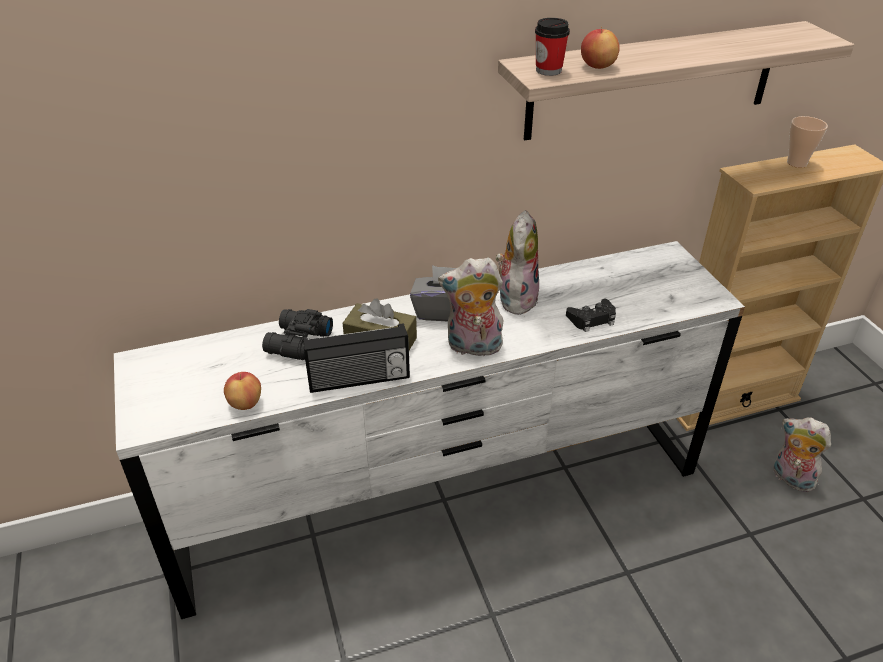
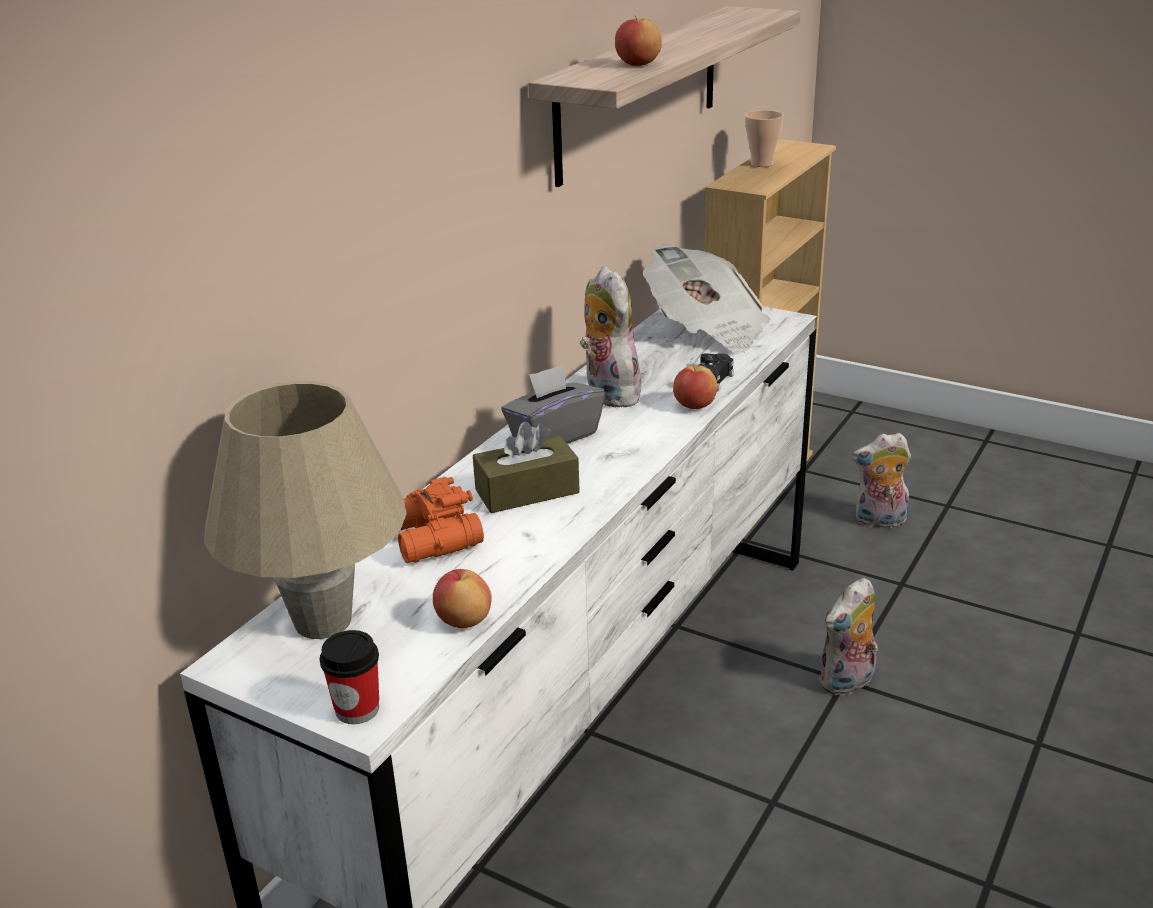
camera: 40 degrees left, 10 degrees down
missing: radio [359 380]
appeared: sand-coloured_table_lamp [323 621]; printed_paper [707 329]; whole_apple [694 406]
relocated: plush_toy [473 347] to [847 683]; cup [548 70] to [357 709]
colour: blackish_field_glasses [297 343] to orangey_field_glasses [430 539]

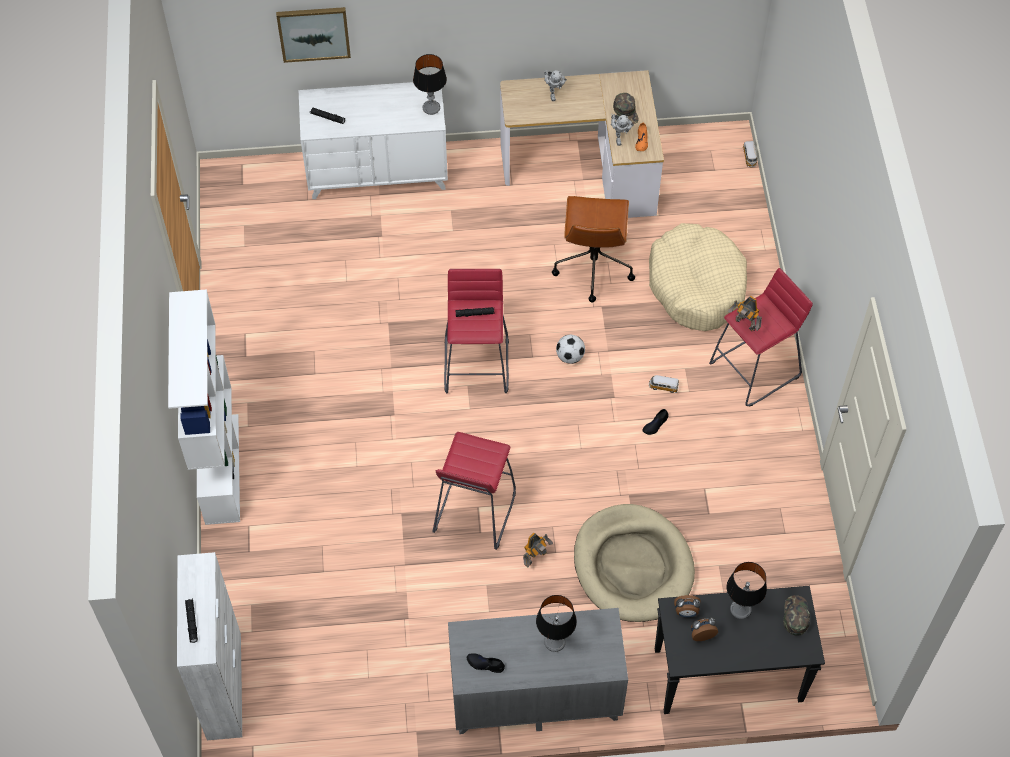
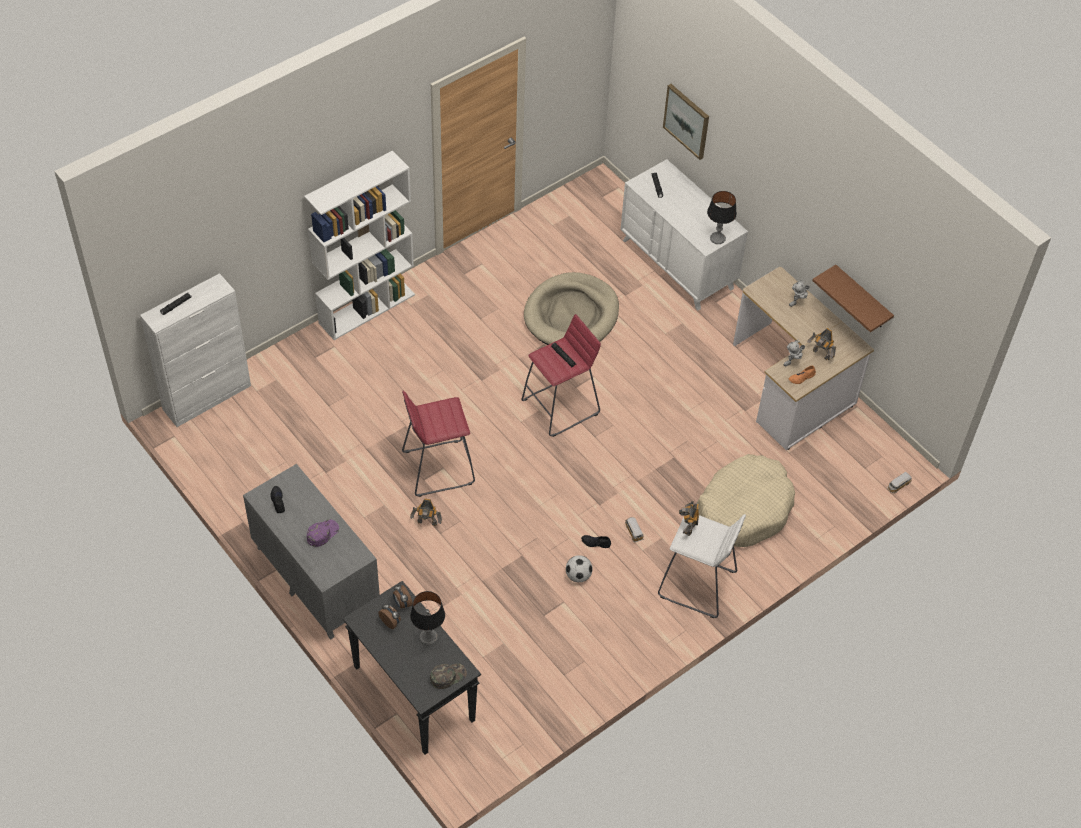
camera: 55 degrees right, 5 degrees down
missing: brown-coloured_office_chair [593 266]
appeared: brown-coloured_bracket_shelf [862 298]
relocated: football_ball [570 356] to [578 575]; sand-coloured_dog_cushion [632 566] to [571 315]
exchanged: table_lamp [554 642] to purple-coloured_baseball_cap [322 533]; green-coloured_baseball_cap [626 112] to model_robot [820 355]
colour: red-coloured_stool [755 369] to white_stool [697 585]

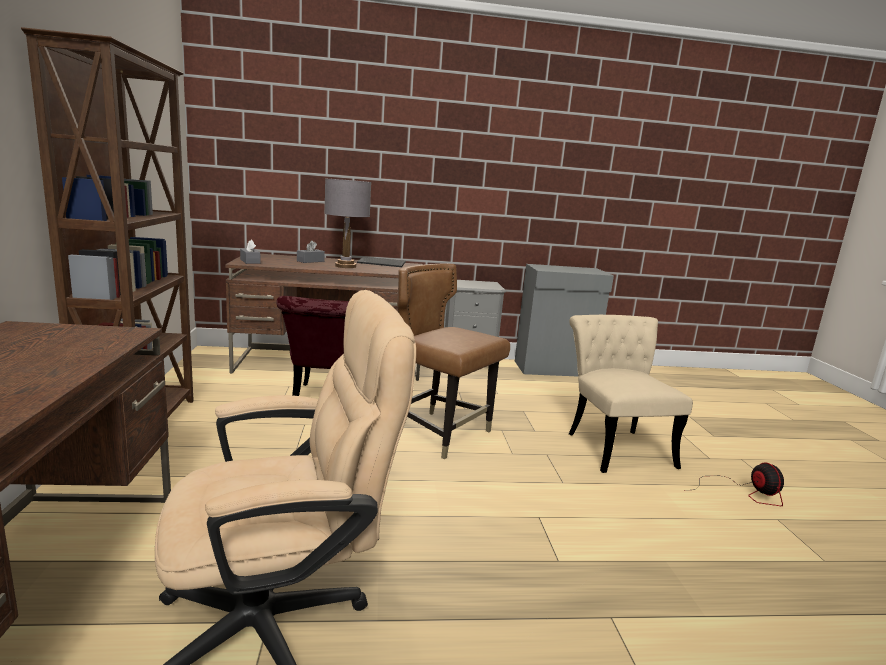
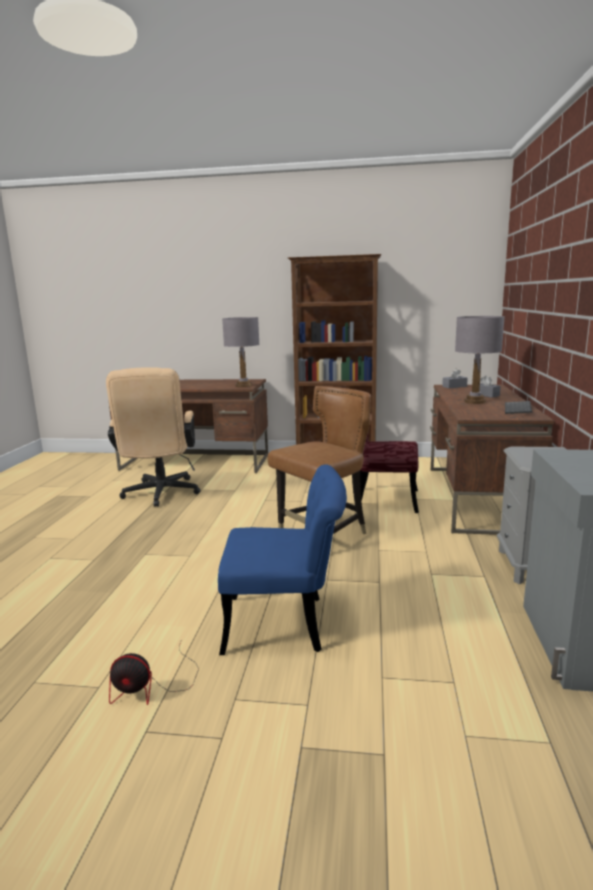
camera: 105 degrees right, 0 degrees up
appeared: gray_table_lamp [243 386]
colour: sand-coloured_plain_chair [613 445] to bluish_plain_chair [287 623]

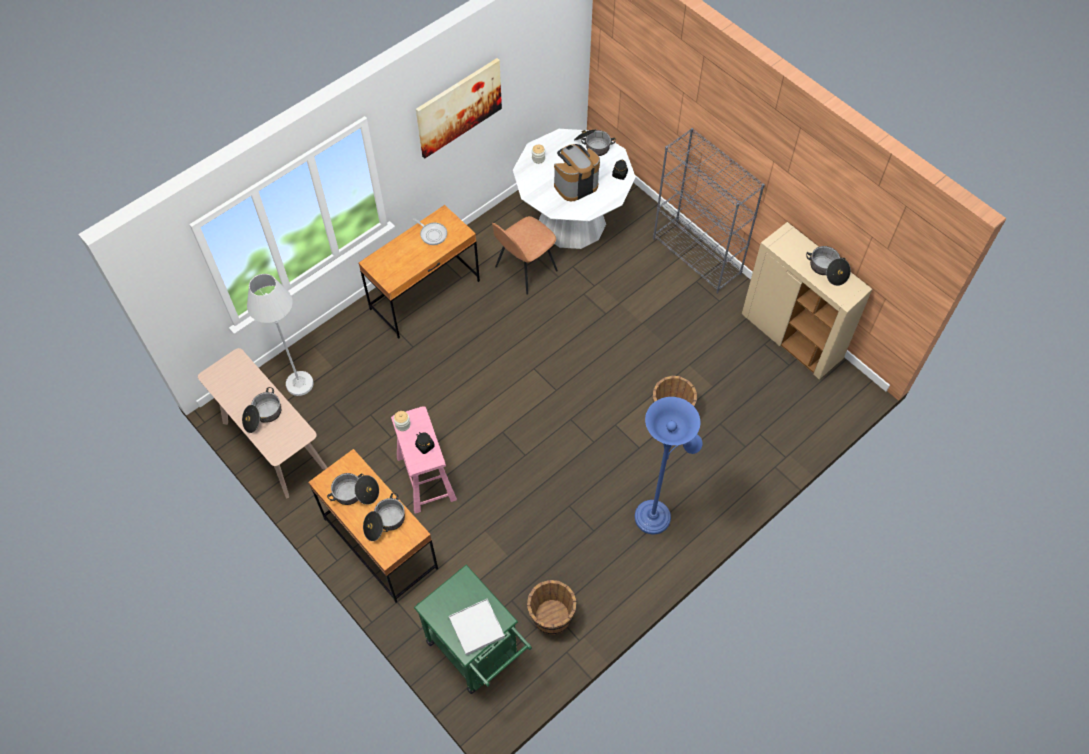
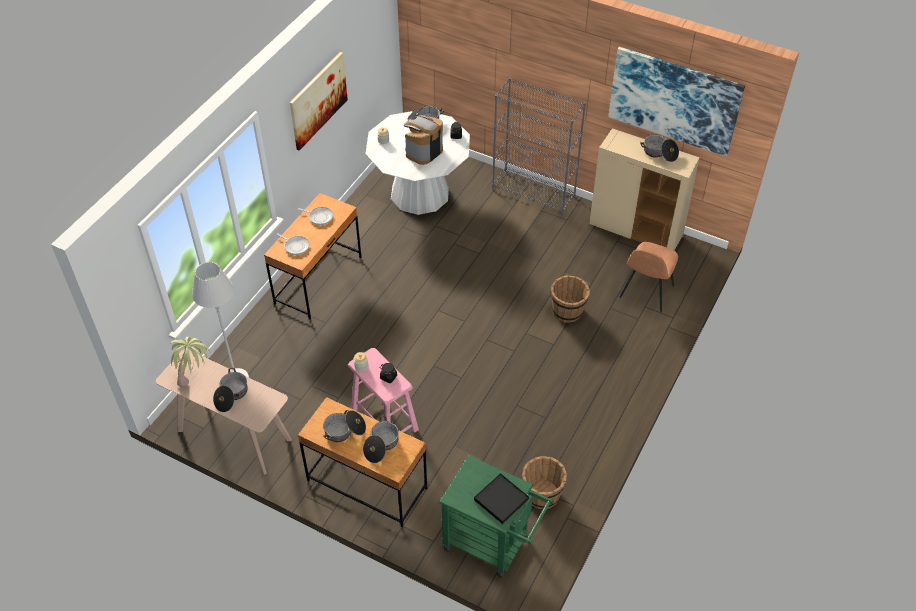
camera: 20 degrees left, 10 degrees down
missing: bluish_standing_lamp [656 514]
appeared: potted_plant [195 378]; pan [295 246]; wall_art [674 100]
relocated: brown-coloured_plain_chair [524 269] to [646 292]
colour: white_serving_tray [476 628] to blackish_serving_tray [501 500]

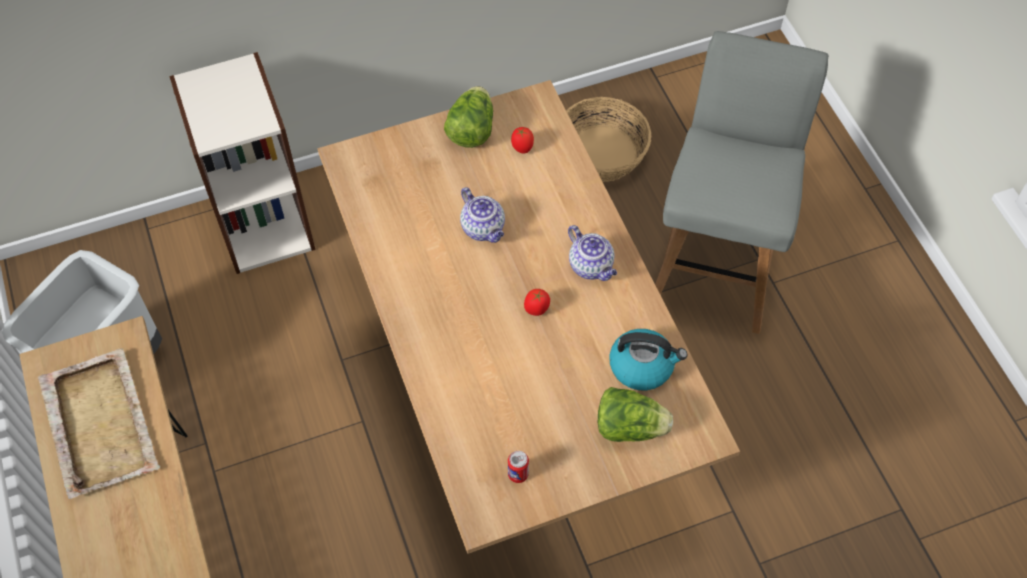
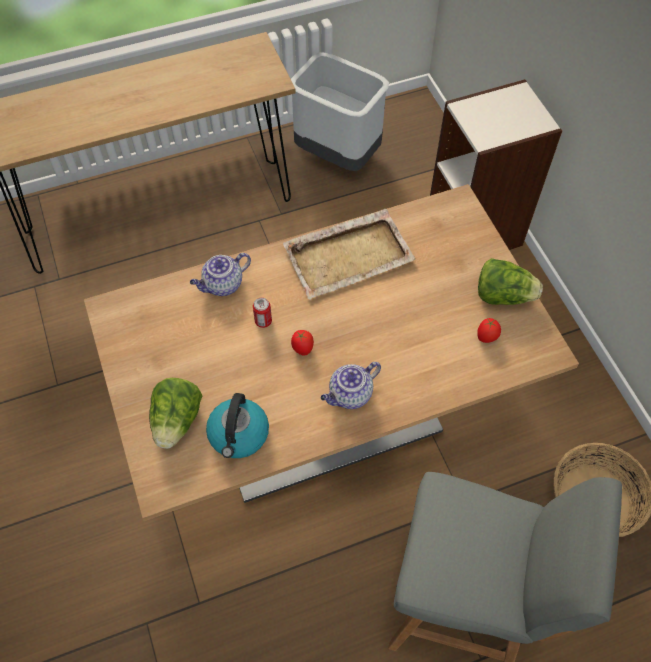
camera: 90 degrees right, 0 degrees up
relocated: sand-coloured_serving_tray [99 423] to [349 255]; pot_for_tea [484 228] to [222 285]; metal_can [518 474] to [263 321]

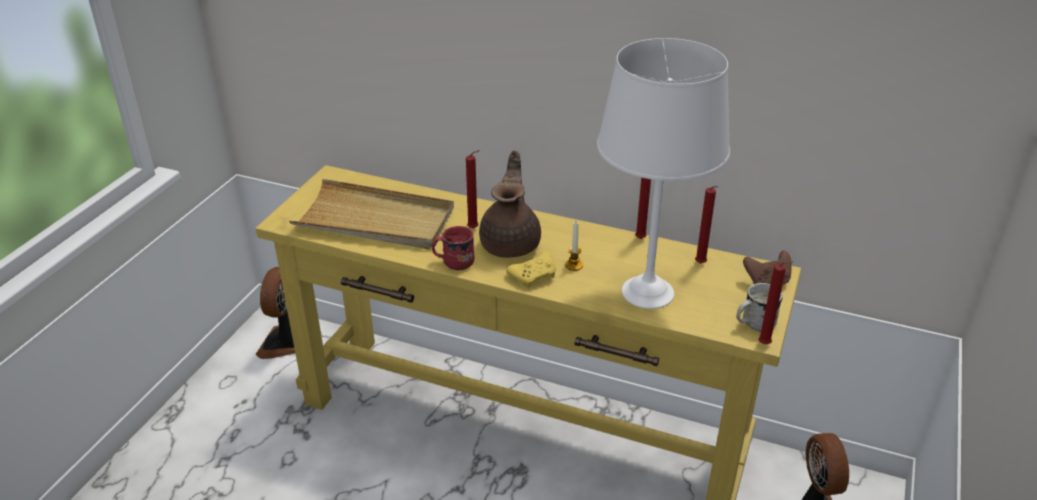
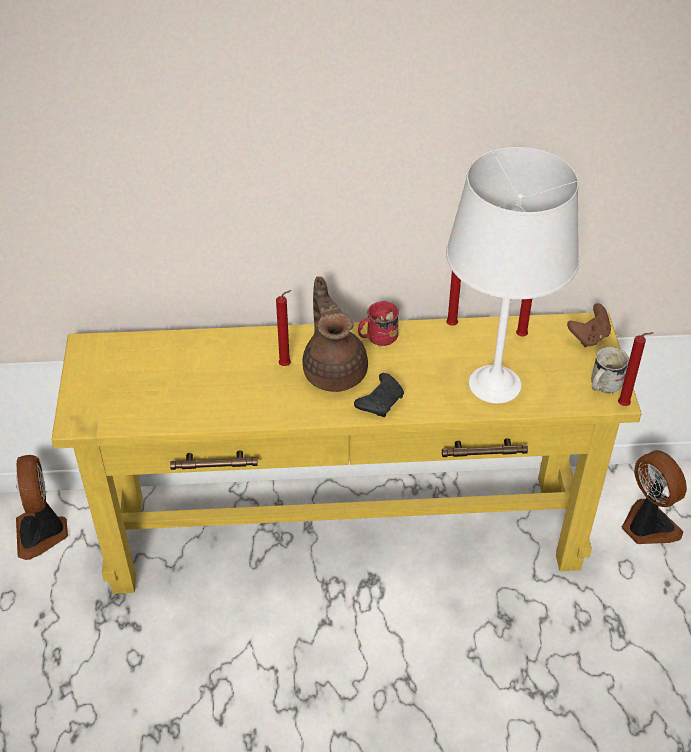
camera: 25 degrees left, 10 degrees up
missing: sand-coloured_serving_tray [375 220]; wax_light [574 265]
relocated: red-coloured_coffee_mug [453 261] to [377 337]
colour: yellow-coloured_game_controller [534 276] to blackish_game_controller [381 401]

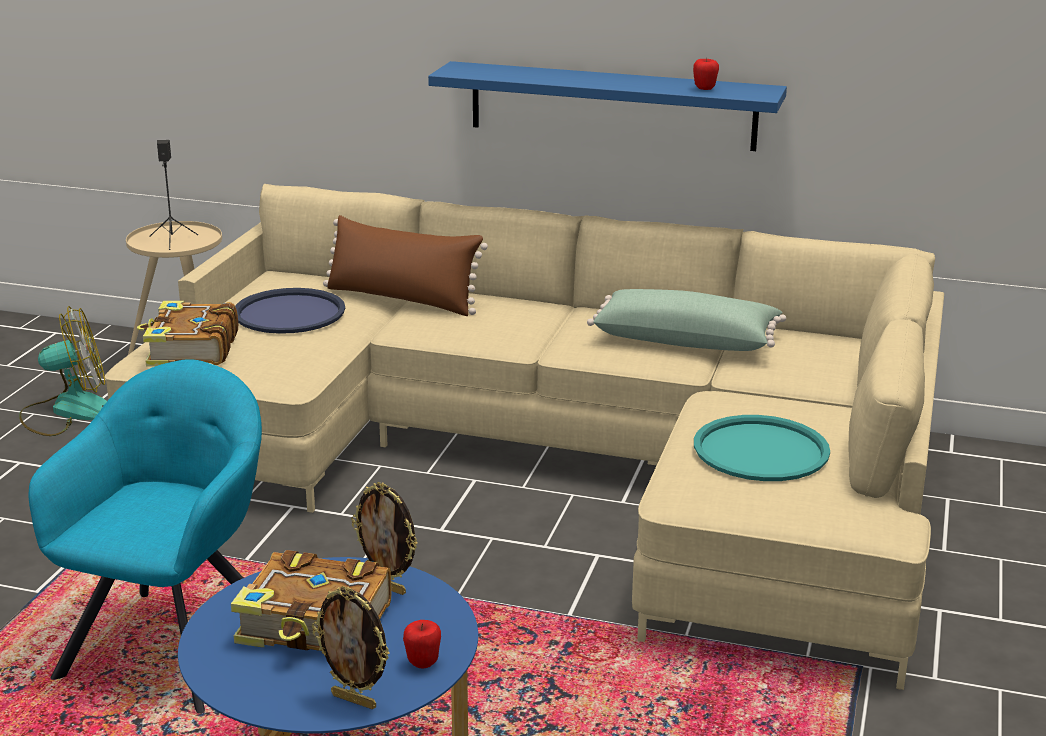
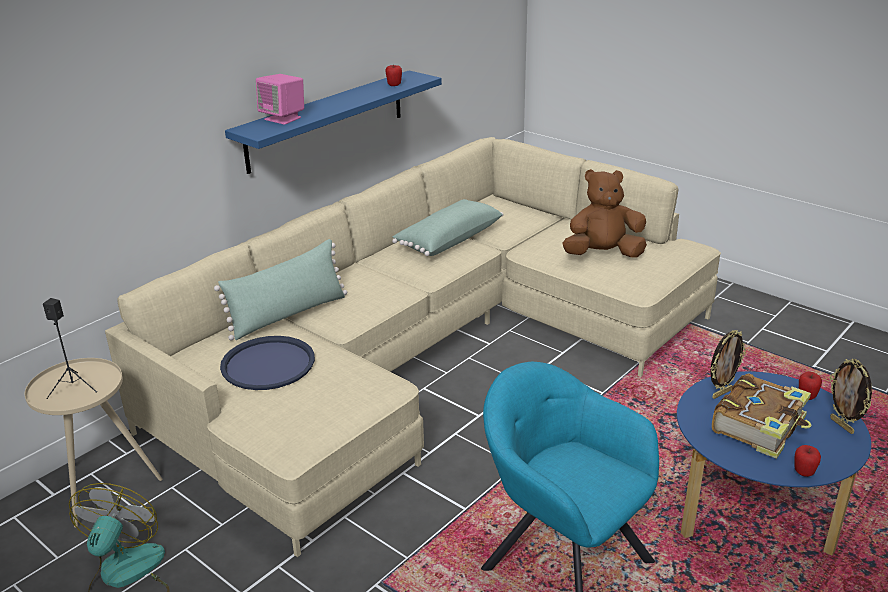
camera: 65 degrees left, 5 degrees up
missing: book [191 349]
appeared: pink_loudspeaker [283 118]; whole_apple [803 473]
exchanged: blue-green_serving_tray [761 450] to brown-coloured_plush_toy [603 254]
colour: brown-coloured_throw_pillow [402 299] to green-coloured_throw_pillow [288 315]
spun: picture_frame [355 700] = [842 425] 105 degrees clockwise

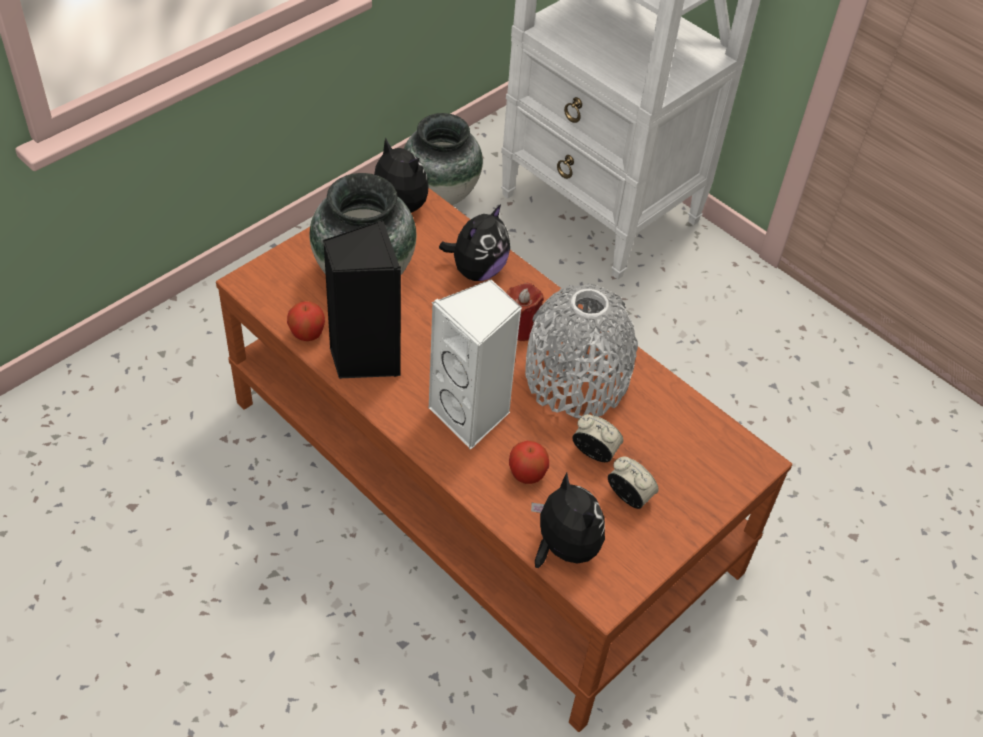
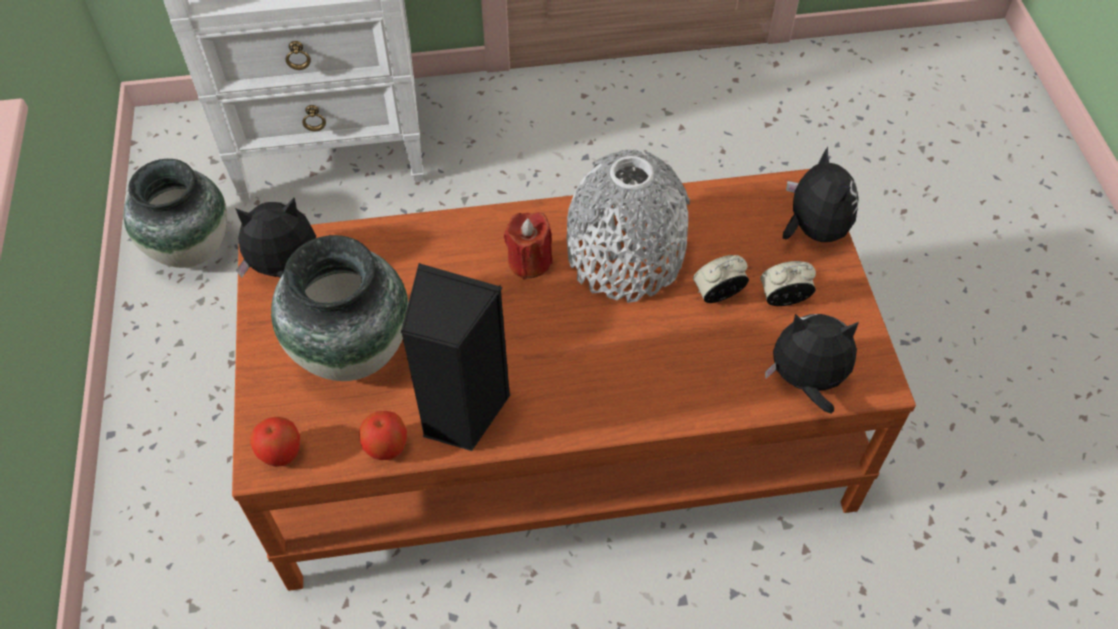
camera: 50 degrees left, 5 degrees up
missing: white_loudspeaker [472 415]
relocated: plush_toy [477 270] to [812 230]; whole_apple [527 474] to [281 453]

